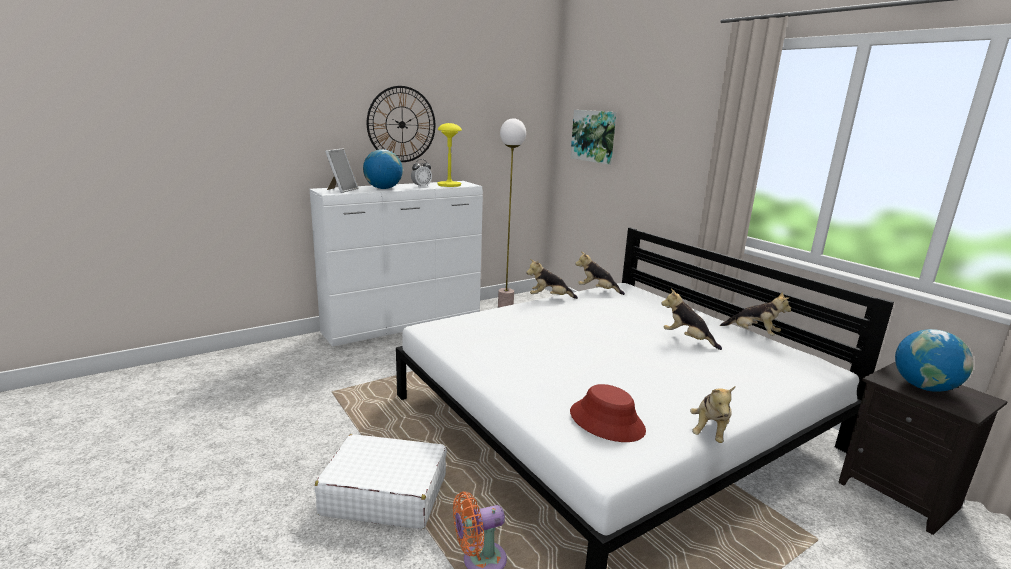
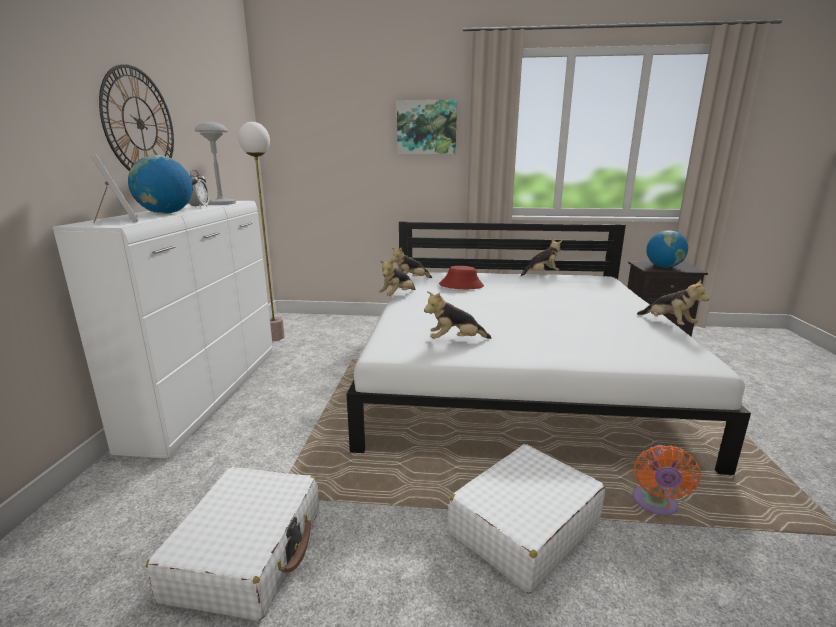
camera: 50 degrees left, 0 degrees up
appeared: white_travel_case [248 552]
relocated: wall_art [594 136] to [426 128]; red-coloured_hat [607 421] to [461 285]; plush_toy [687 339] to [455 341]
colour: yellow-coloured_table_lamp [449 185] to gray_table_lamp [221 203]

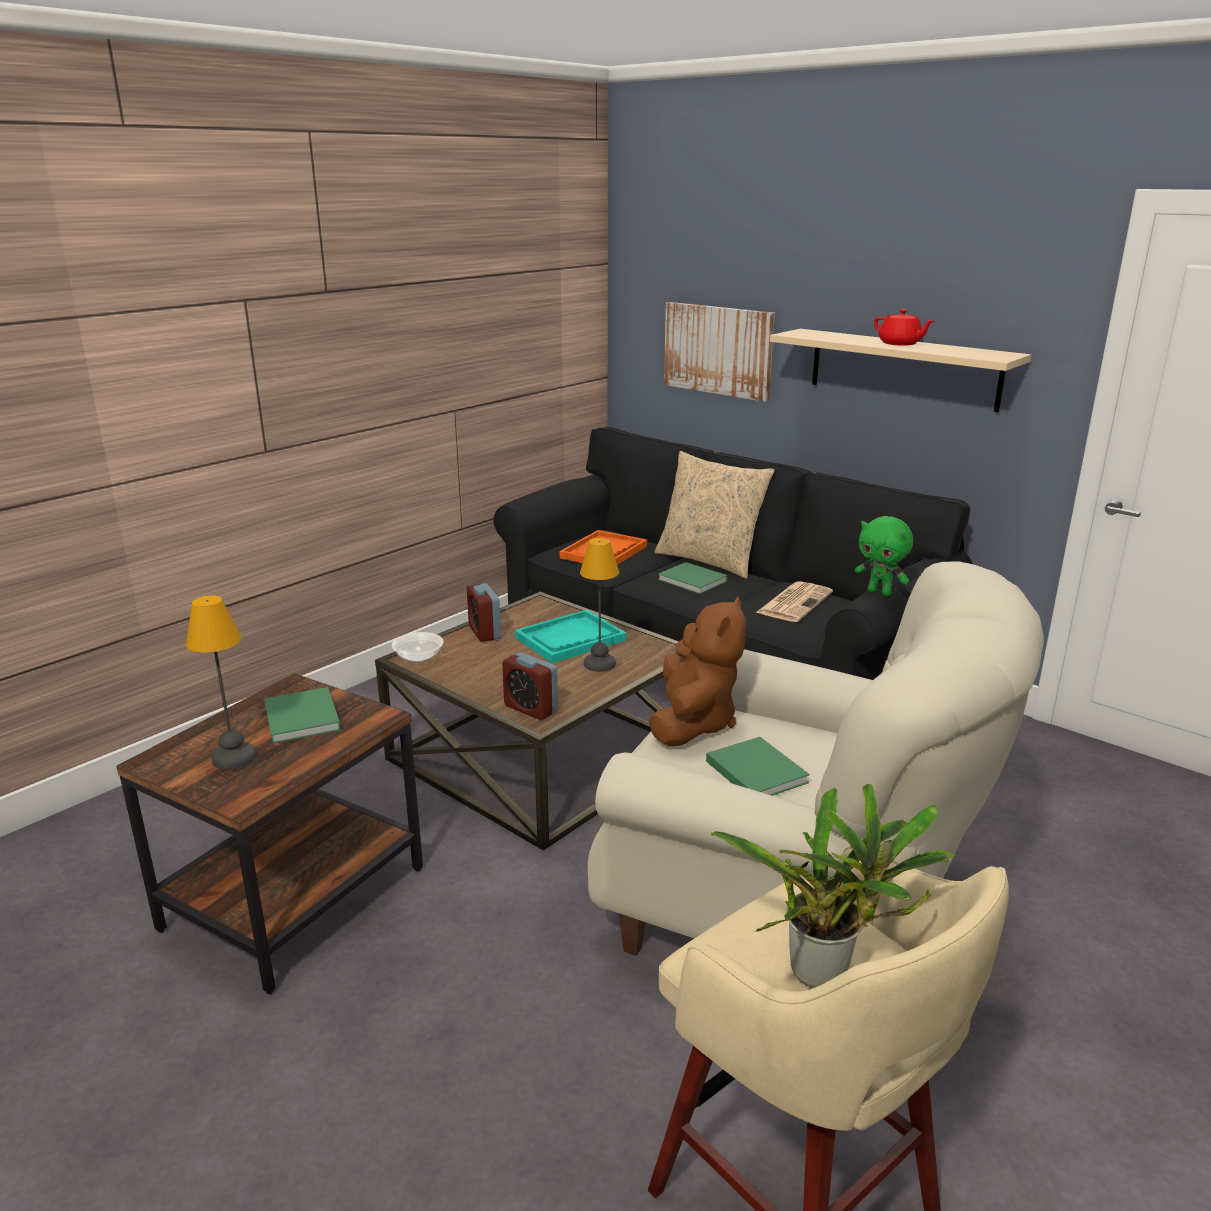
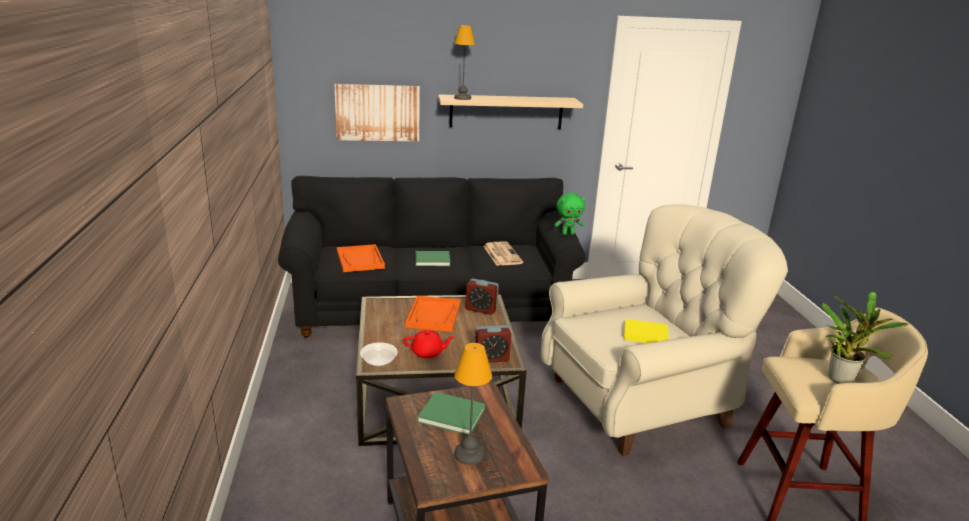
camera: 50 degrees left, 0 degrees up
missing: brown-coloured_plush_toy [693 723]; sand-coloured_throw_pillow [709 560]
relocated: alarm_clock [484 632] to [481 309]; table_lamp [598 664] to [462 98]; red-coloured_pot_for_tea [900 344] to [428 353]
colour: blue-green_serving_tray [570 639] to orangey_serving_tray [434 315]; green-coloured_book [754 770] to yellow-coloured_book [644 334]

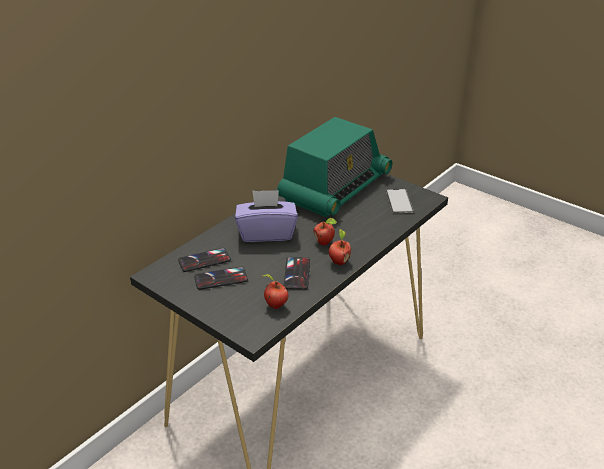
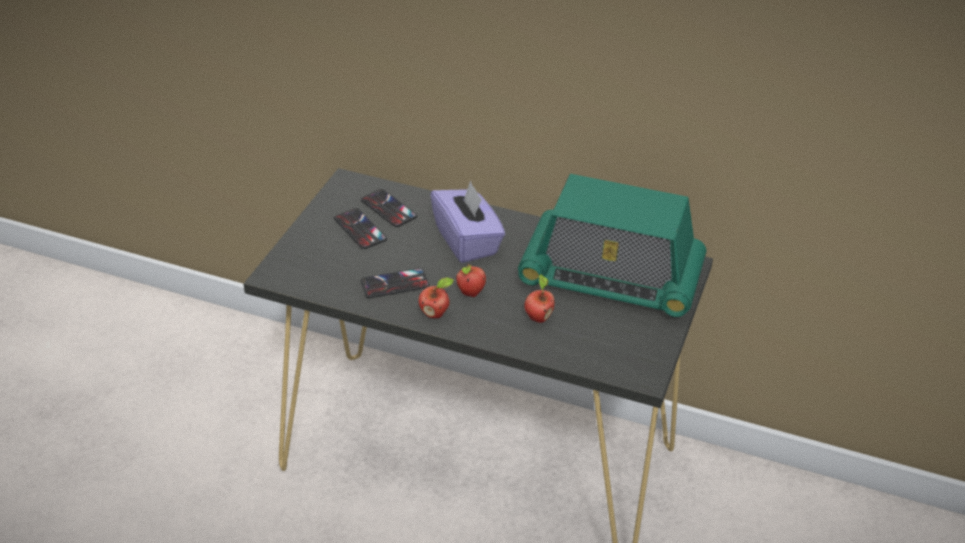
camera: 70 degrees right, 5 degrees up
missing: handset [399 201]
relocated: whole_apple [274 305] to [538 317]

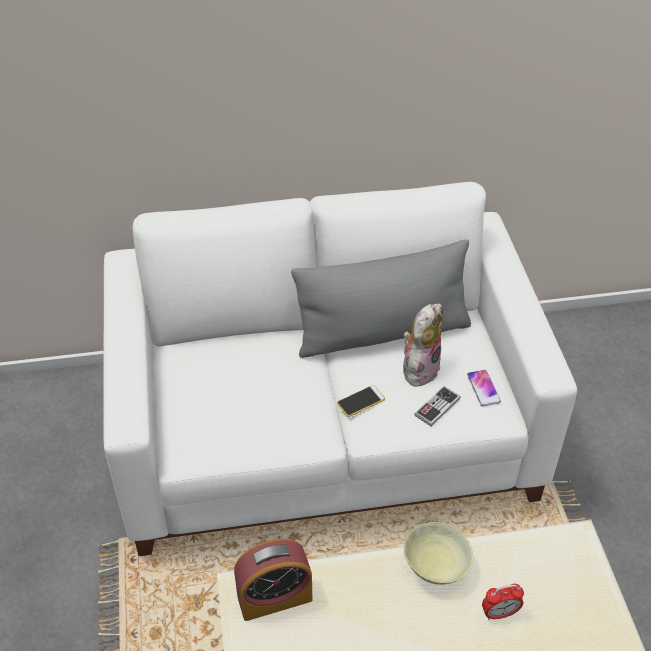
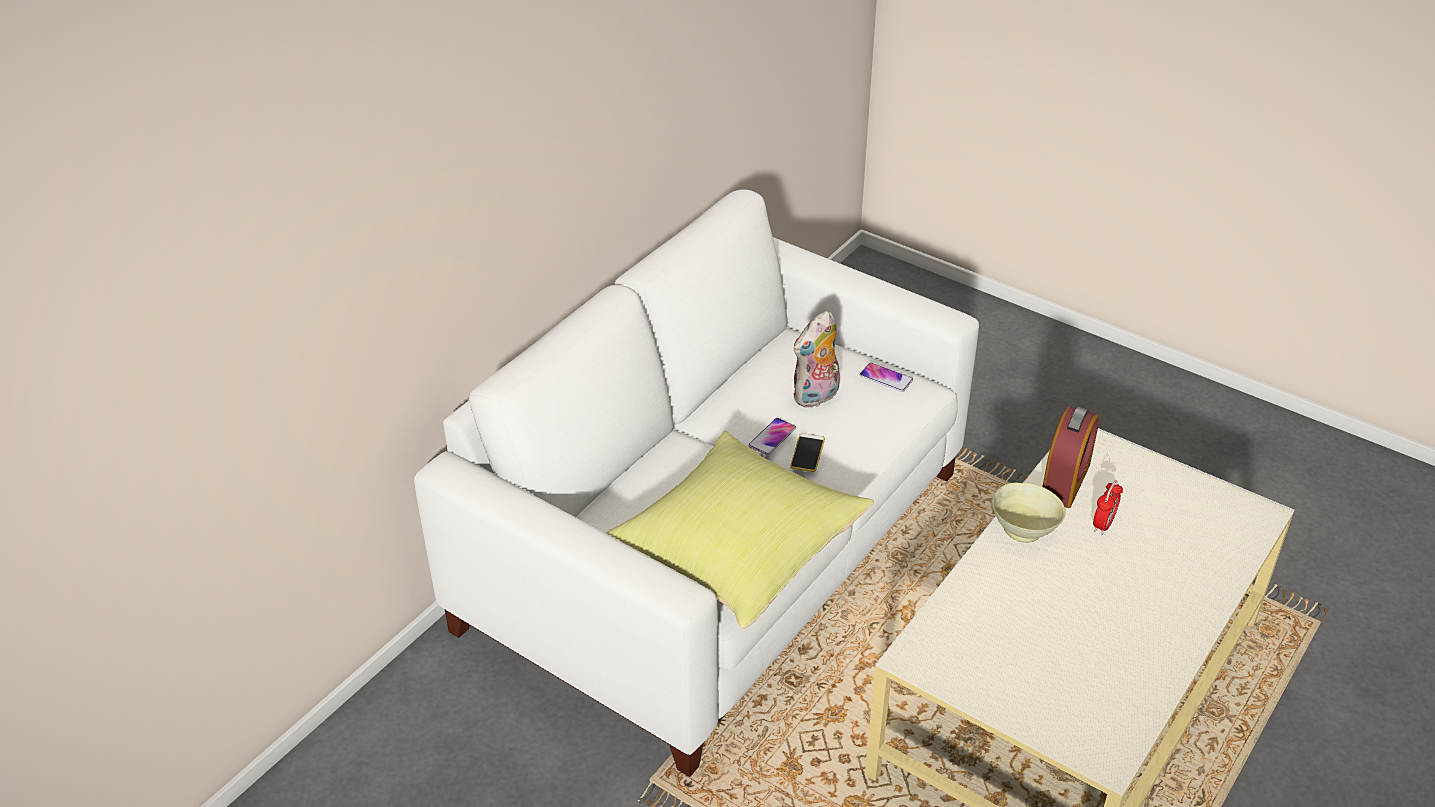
camera: 45 degrees left, 5 degrees down
missing: gray_throw_pillow [382 333]; game_controller [437 407]
appeared: yellow-coloured_throw_pillow [737 551]; handset [772 437]
relocated: alarm_clock [274 597] to [1065 481]
spun: plush_toy [419 368] = [816 397] 120 degrees counterclockwise

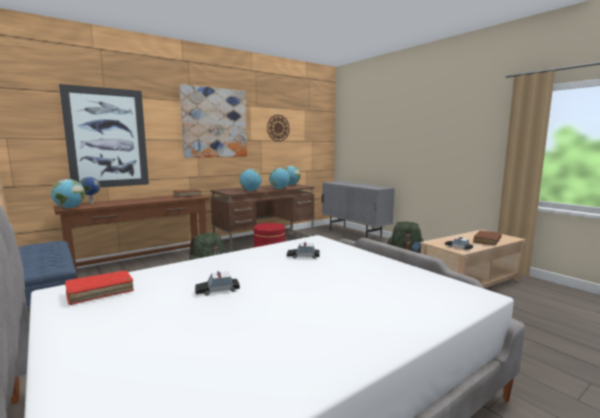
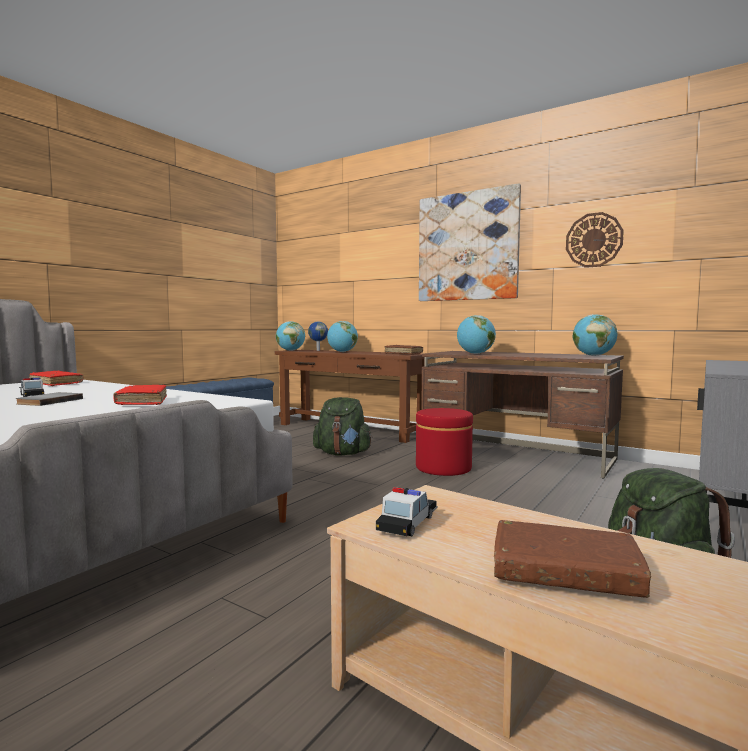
camera: 70 degrees right, 5 degrees down
missing: wall_art [107 138]
appeared: gray_book [48 401]
relocated: desk_globe [279 188] to [342 352]
exchanged: miniature_car [303 256] to red-coloured_book [142 402]

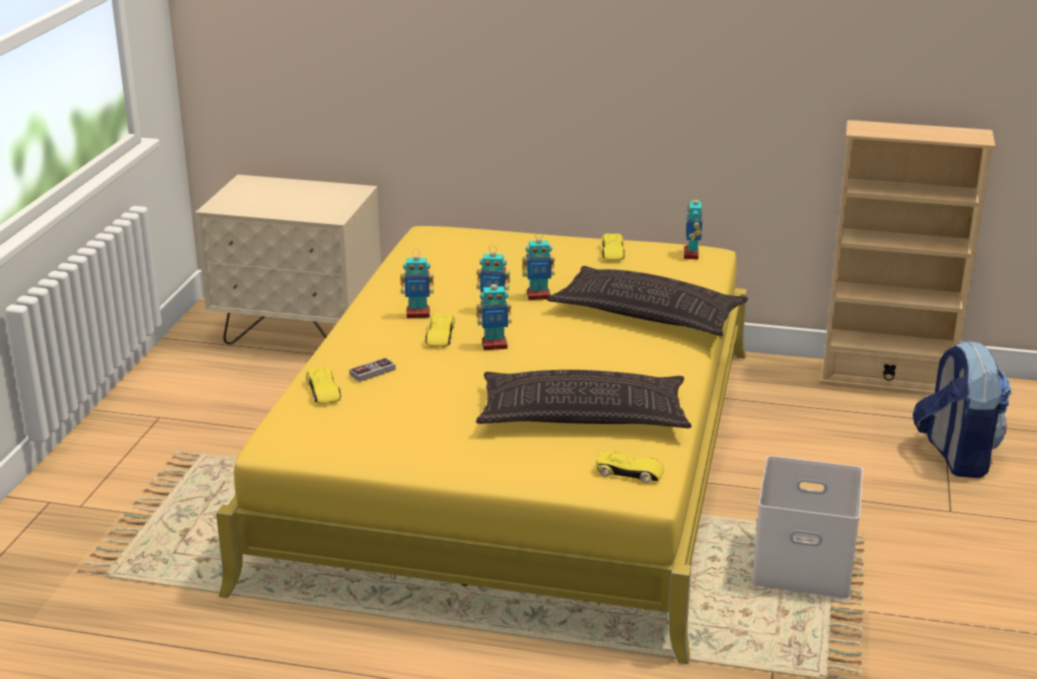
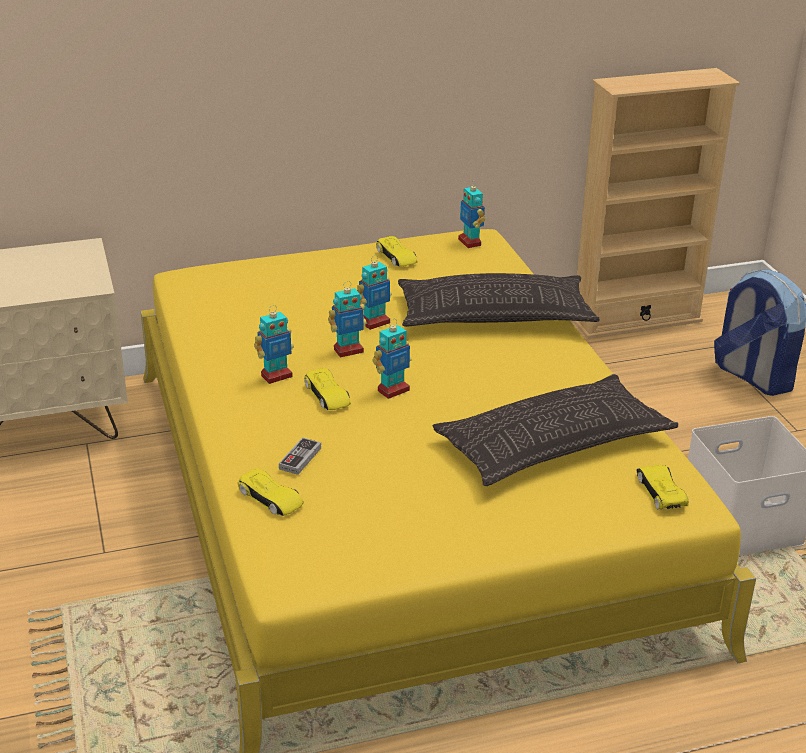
camera: 30 degrees left, 5 degrees up
spun: yellow-coloured_miniature_car [629 472] = [660 491] 90 degrees counterclockwise

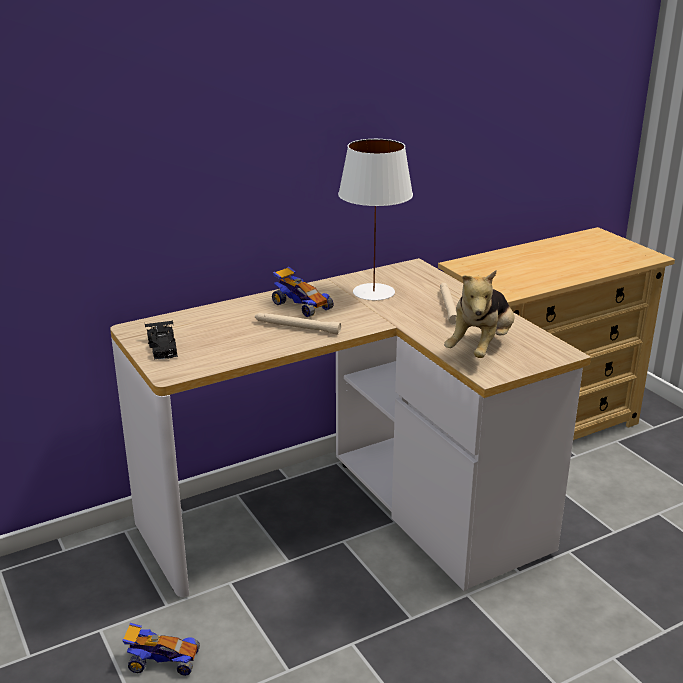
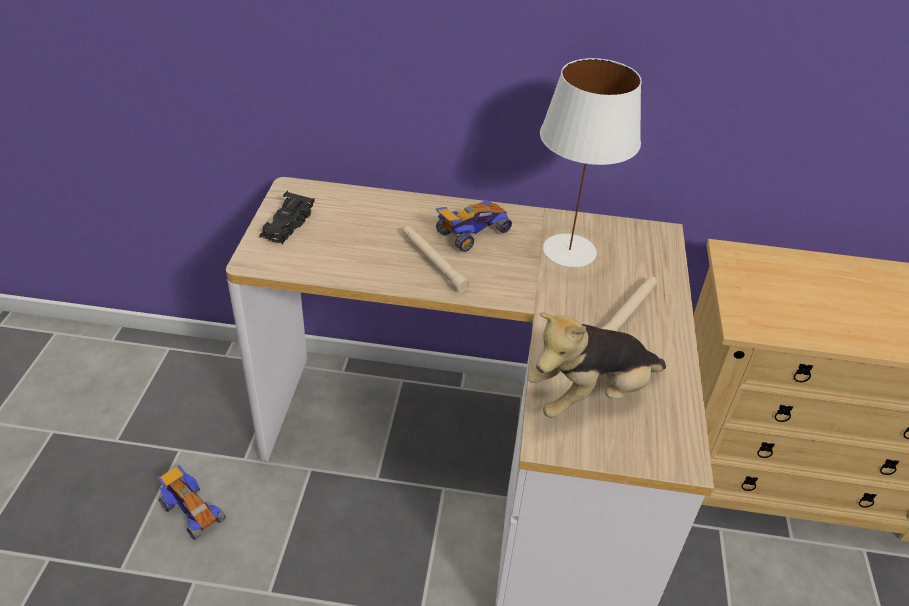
camera: 35 degrees right, 15 degrees up
spun: miniature_car [301 306] = [472 233] 120 degrees counterclockwise

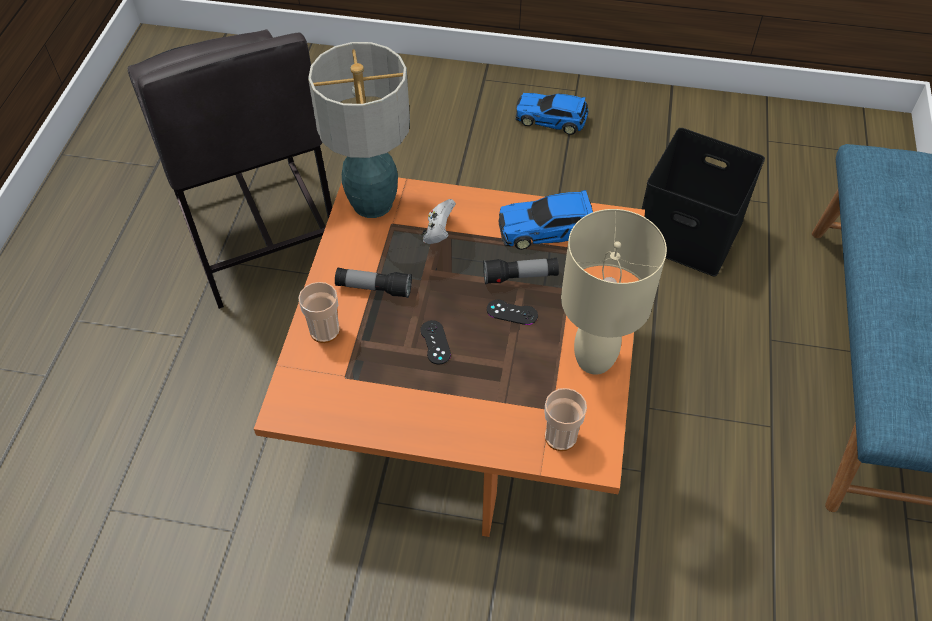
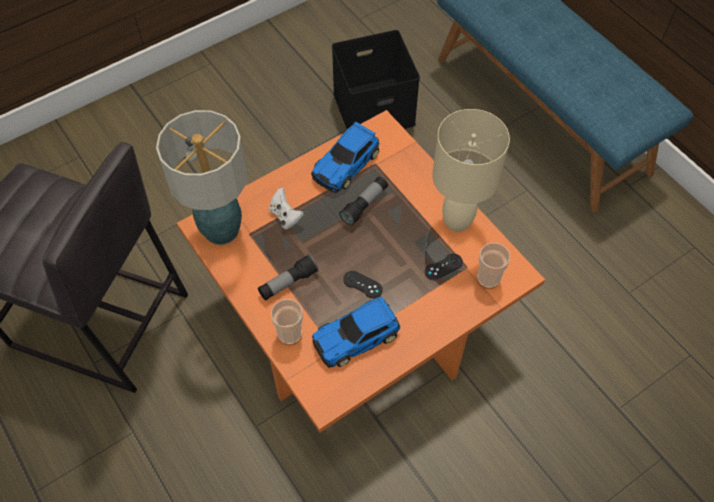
camera: 45 degrees left, 5 degrees up
relocated: blackish_game_controller [512 312] to [443 266]; miniature_car [552 119] to [357 336]

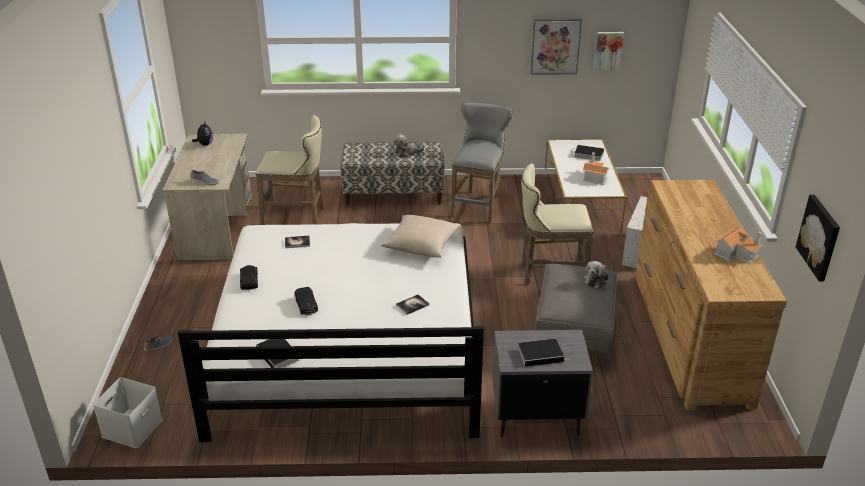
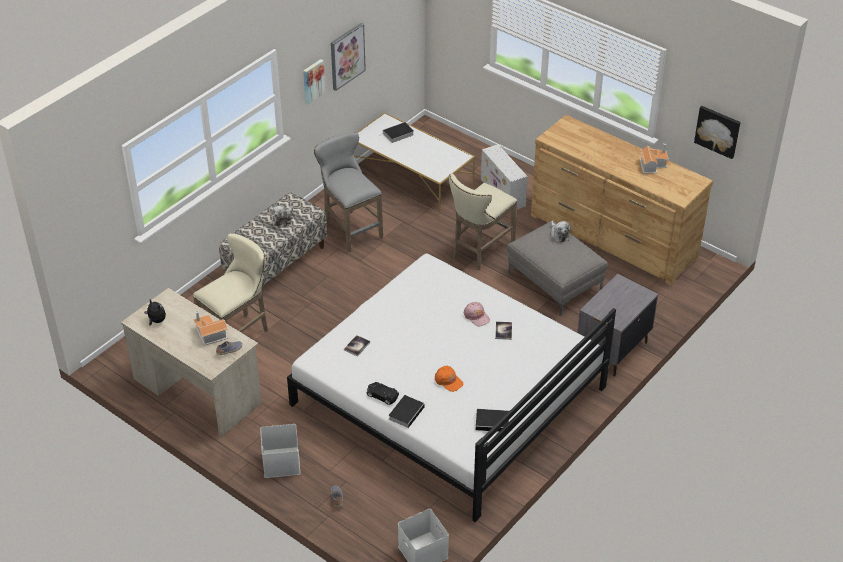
camera: 50 degrees left, 10 degrees up
missing: sand-coloured_throw_pillow [421 245]
appeared: white_storage_bin [280 462]; pink_baseball_cap [476 316]
relocated: book [541 354] to [406 412]; miniature_house [594 177] to [209 334]; wall_art [608 50] to [313 81]
exchanged: blackish_miniature_car [306 305] to orangey_baseball_cap [448 381]

